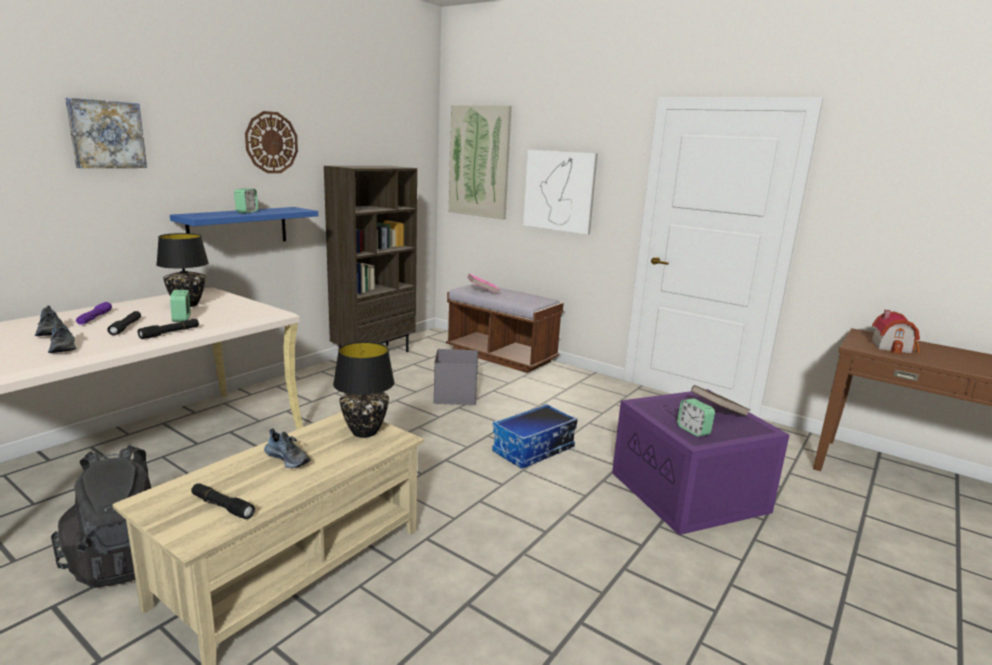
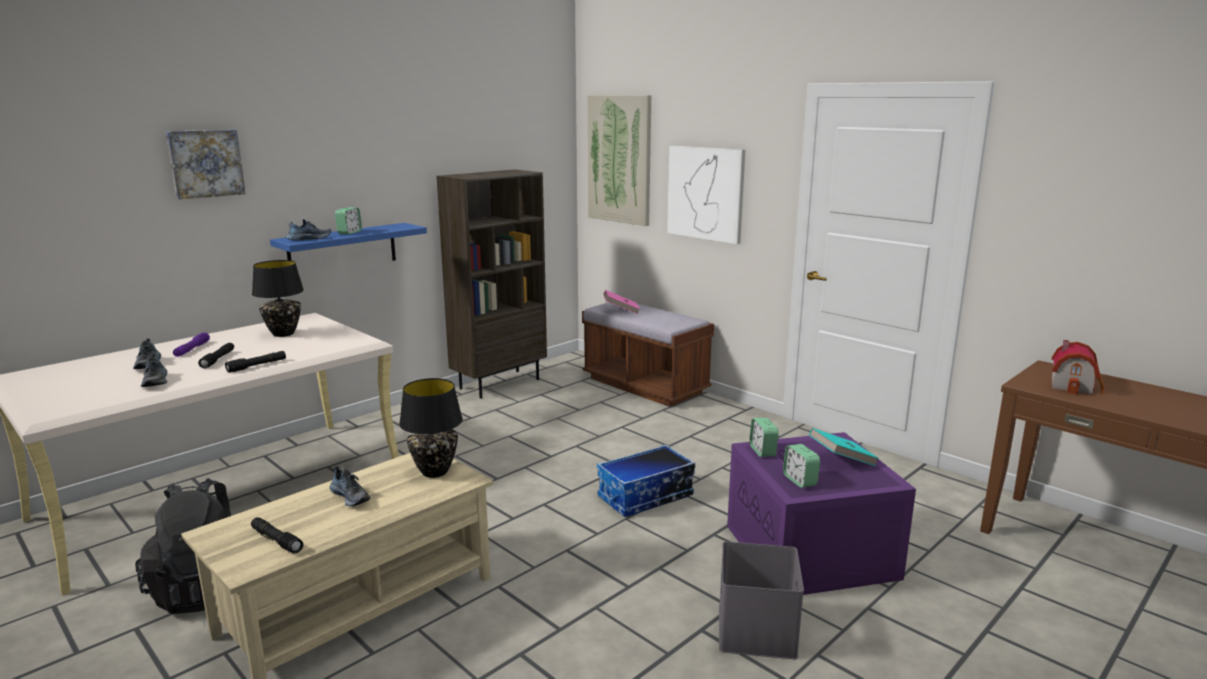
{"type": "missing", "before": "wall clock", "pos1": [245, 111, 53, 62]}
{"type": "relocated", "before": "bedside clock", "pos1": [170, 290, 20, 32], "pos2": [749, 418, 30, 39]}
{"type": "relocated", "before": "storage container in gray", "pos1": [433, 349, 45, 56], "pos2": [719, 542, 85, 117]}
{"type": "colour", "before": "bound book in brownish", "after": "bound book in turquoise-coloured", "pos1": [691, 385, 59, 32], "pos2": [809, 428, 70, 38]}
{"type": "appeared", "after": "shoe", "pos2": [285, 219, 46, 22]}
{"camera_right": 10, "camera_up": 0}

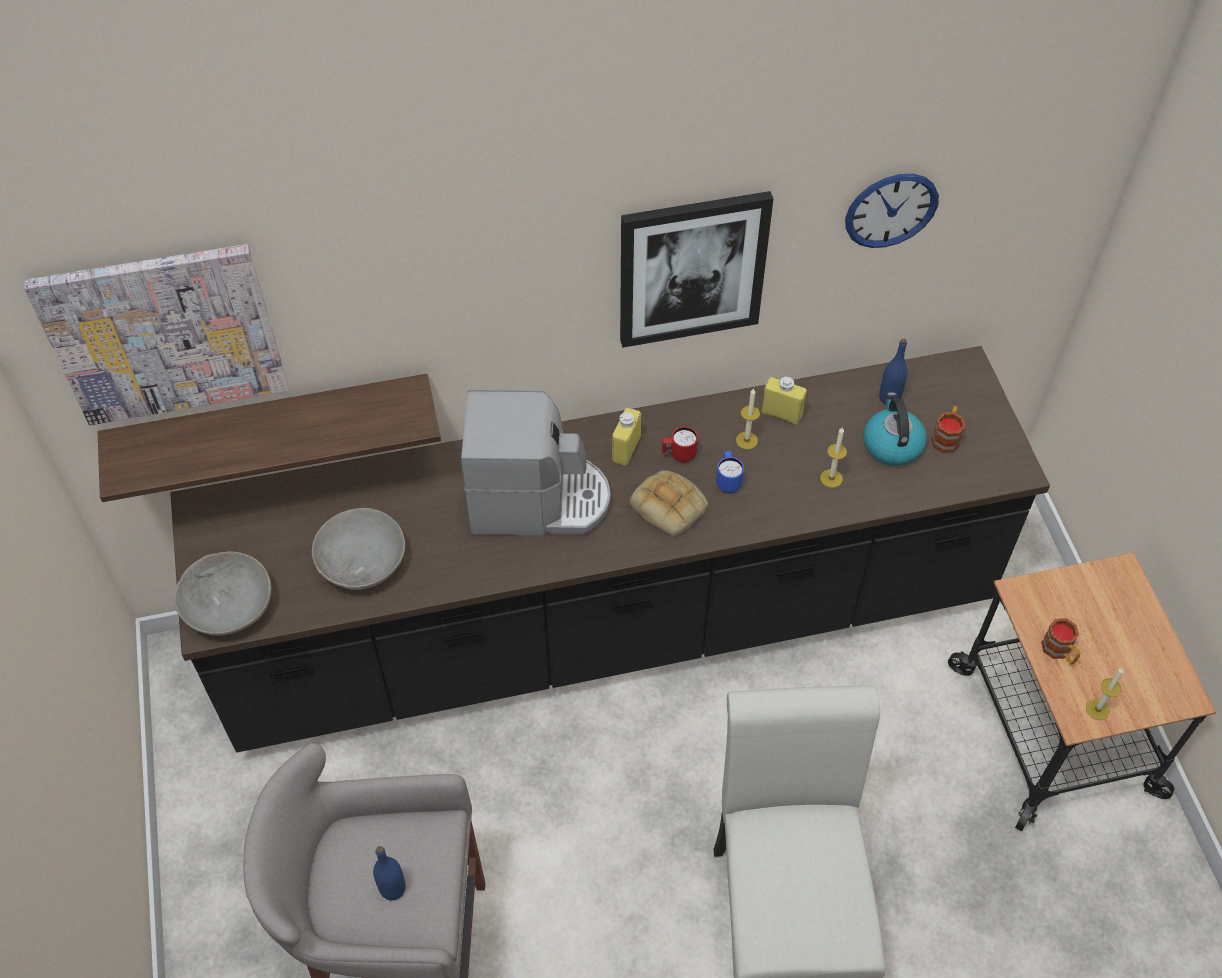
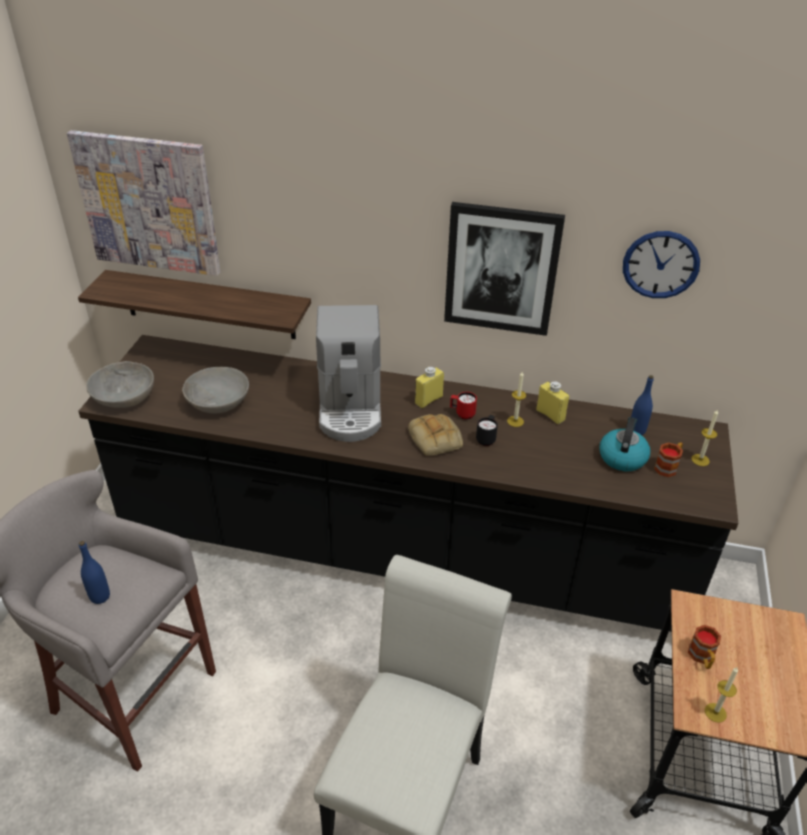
{"type": "spun", "before": "coffee maker", "pos1": [461, 390, 150, 145], "pos2": [316, 305, 65, 137], "turn": 60}
{"type": "relocated", "before": "wax light", "pos1": [820, 428, 27, 60], "pos2": [691, 410, 27, 56]}
{"type": "colour", "before": "mug in bluish", "after": "mug in blackish", "pos1": [716, 451, 28, 42], "pos2": [476, 415, 22, 31]}
{"camera_right": 25, "camera_up": -15}

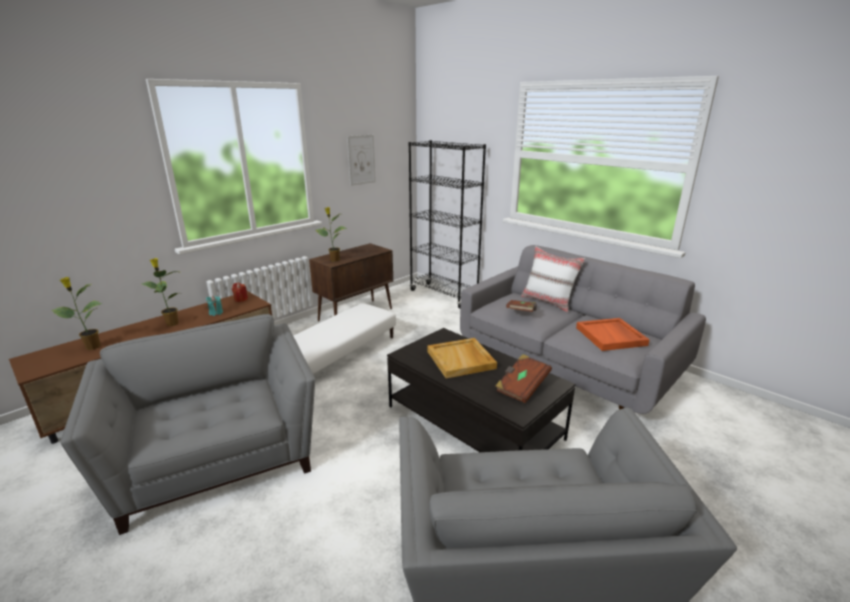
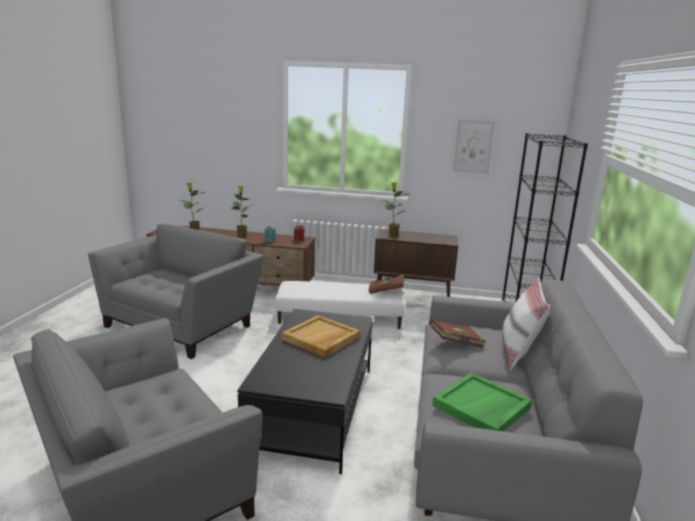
{"type": "colour", "before": "tray in orangey", "after": "tray in green", "pos1": [576, 318, 74, 33], "pos2": [432, 373, 100, 58]}
{"type": "relocated", "before": "bound book in brownish", "pos1": [495, 354, 57, 49], "pos2": [369, 275, 35, 19]}
{"camera_right": 55, "camera_up": -5}

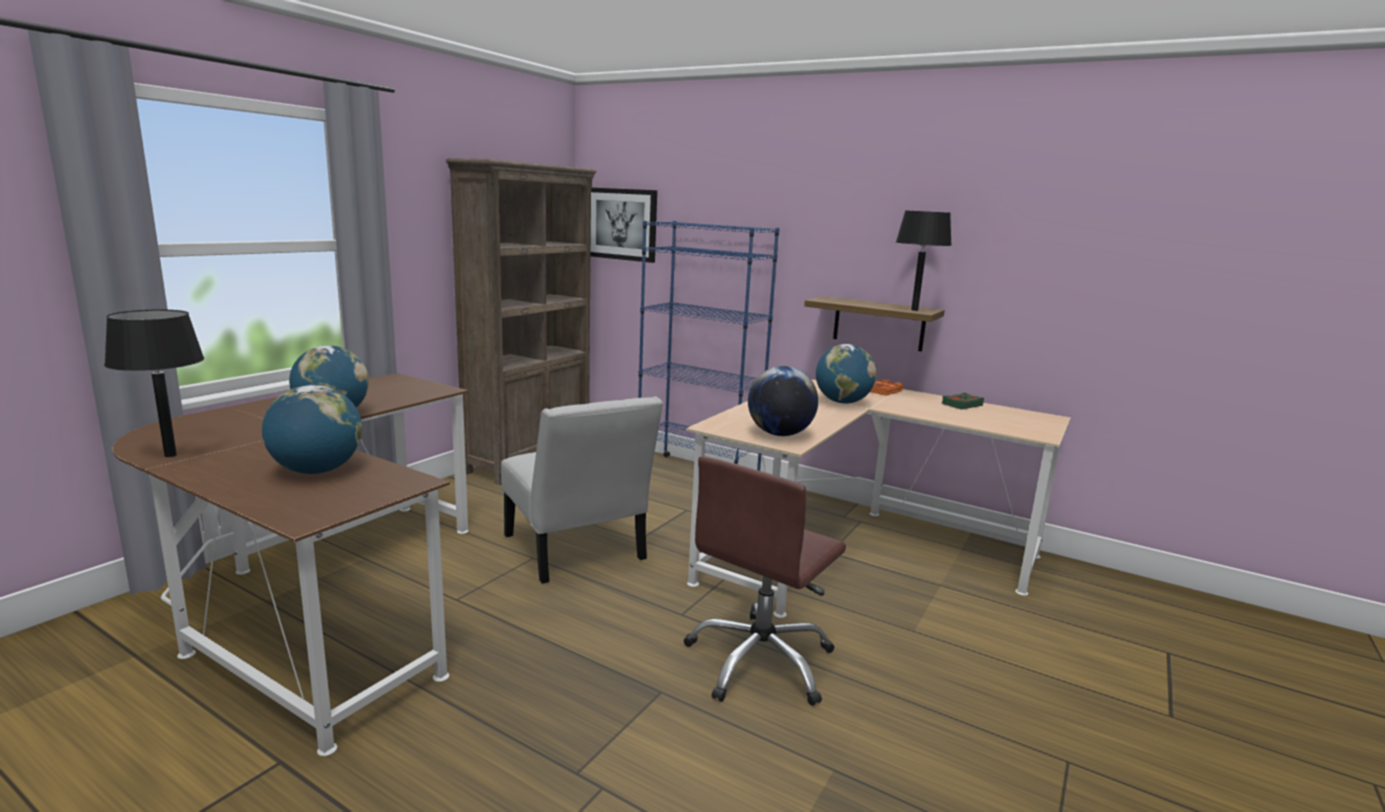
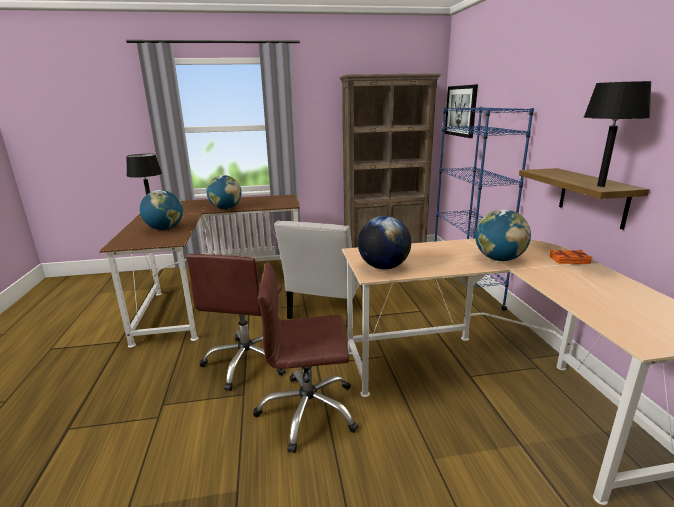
{"type": "missing", "before": "bound book in green", "pos1": [942, 393, 42, 17]}
{"type": "appeared", "after": "desk chair in brownish", "pos2": [186, 254, 100, 137]}
{"camera_right": 50, "camera_up": 5}

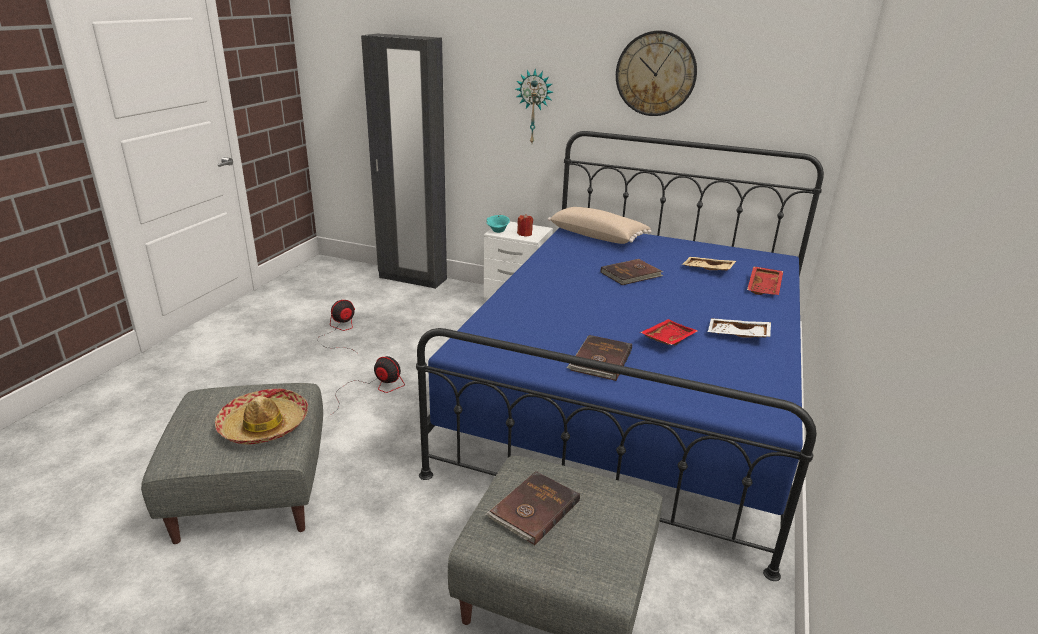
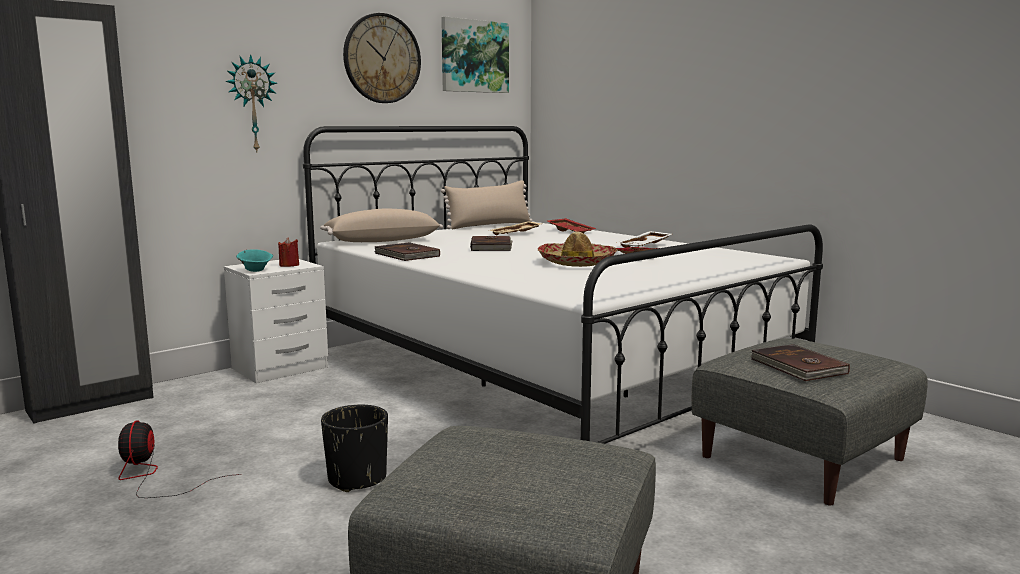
{"type": "colour", "before": "bed in bluish", "after": "bed in whitish", "pos1": [416, 131, 408, 450], "pos2": [303, 126, 520, 318]}
{"type": "relocated", "before": "bound book in brownish", "pos1": [566, 335, 66, 46], "pos2": [374, 242, 66, 19]}
{"type": "exchanged", "before": "electric fan", "after": "flower pot in blackish", "pos1": [331, 356, 74, 59], "pos2": [321, 405, 67, 87]}
{"type": "relocated", "before": "hat", "pos1": [215, 389, 93, 55], "pos2": [538, 232, 79, 35]}
{"type": "appeared", "after": "wall picture", "pos2": [441, 16, 68, 77]}
{"type": "appeared", "after": "cushion in sand-coloured", "pos2": [441, 180, 91, 49]}
{"camera_right": -60, "camera_up": -15}

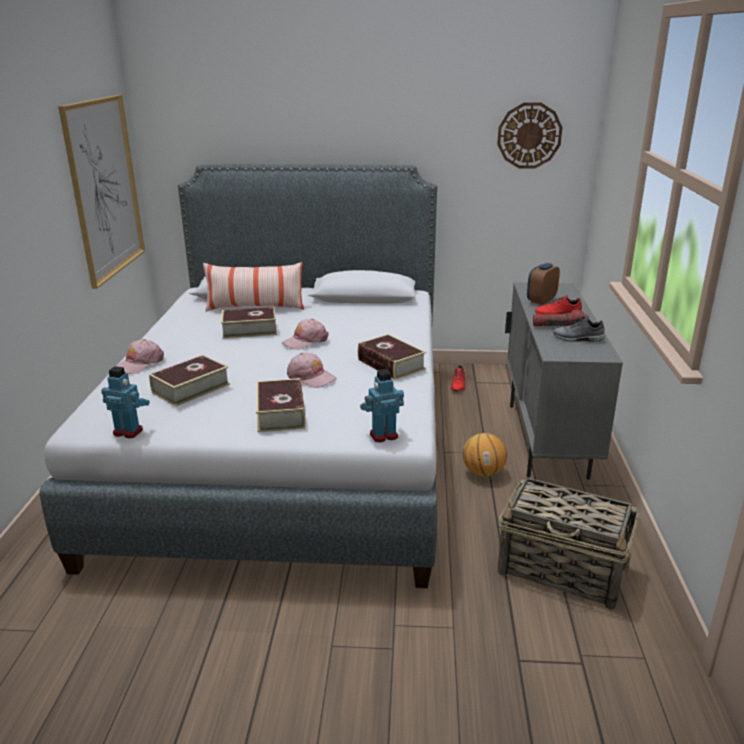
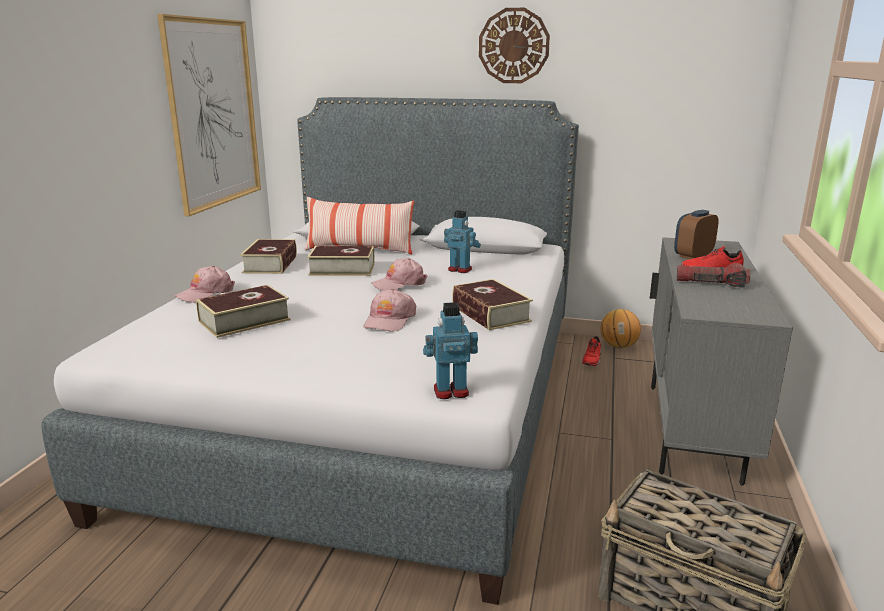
{"type": "relocated", "before": "wall clock", "pos1": [497, 103, 65, 65], "pos2": [479, 8, 71, 75]}
{"type": "missing", "before": "shoe in gray", "pos1": [553, 317, 52, 25]}
{"type": "spun", "before": "peaked cap in pinkish", "pos1": [287, 353, 50, 35], "pos2": [363, 289, 53, 43], "turn": 60}
{"type": "relocated", "before": "model robot", "pos1": [101, 366, 49, 72], "pos2": [444, 210, 37, 63]}
{"type": "relocated", "before": "bound book", "pos1": [256, 378, 50, 54], "pos2": [240, 239, 57, 35]}
{"type": "relocated", "before": "ball for basketball", "pos1": [463, 433, 44, 44], "pos2": [600, 309, 41, 39]}
{"camera_right": 10, "camera_up": -5}

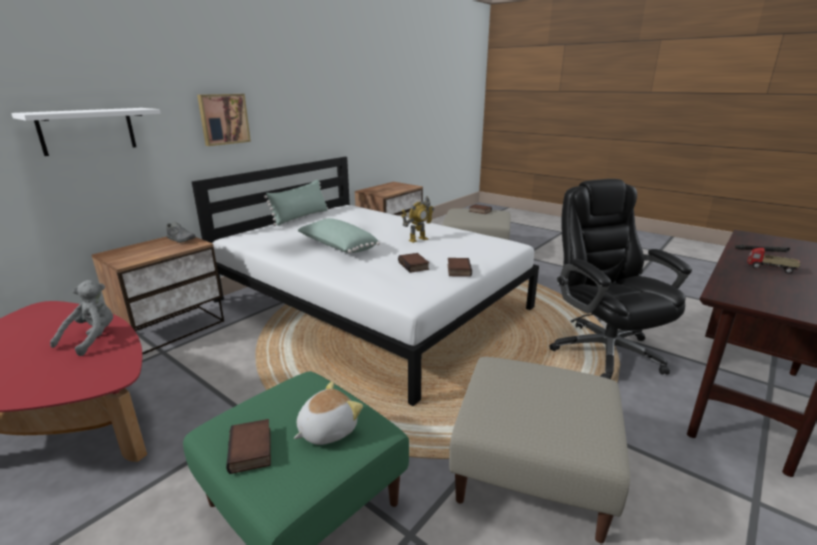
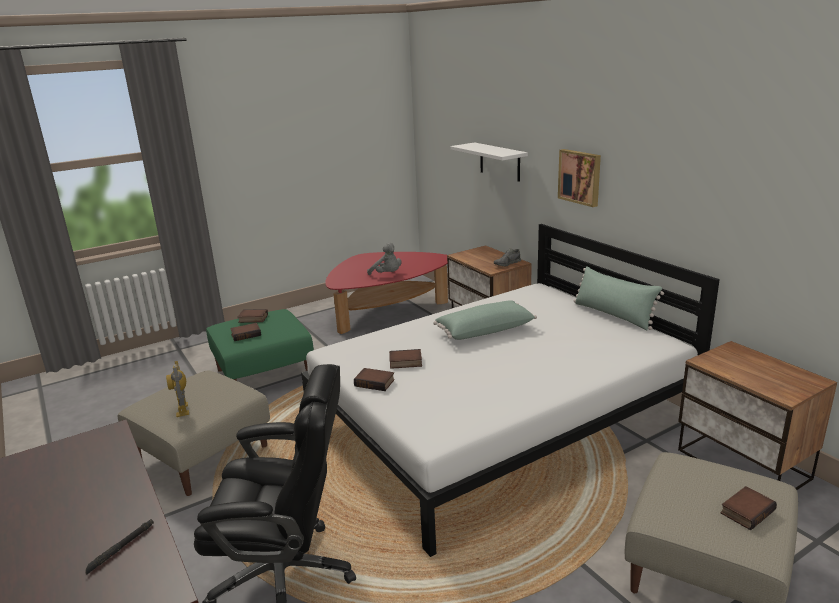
{"type": "relocated", "before": "model robot", "pos1": [401, 196, 33, 47], "pos2": [166, 361, 23, 56]}
{"type": "missing", "before": "toy truck", "pos1": [747, 248, 54, 26]}
{"type": "exchanged", "before": "plush toy", "after": "bound book", "pos1": [294, 381, 69, 64], "pos2": [230, 323, 31, 18]}
{"camera_right": 110, "camera_up": 0}

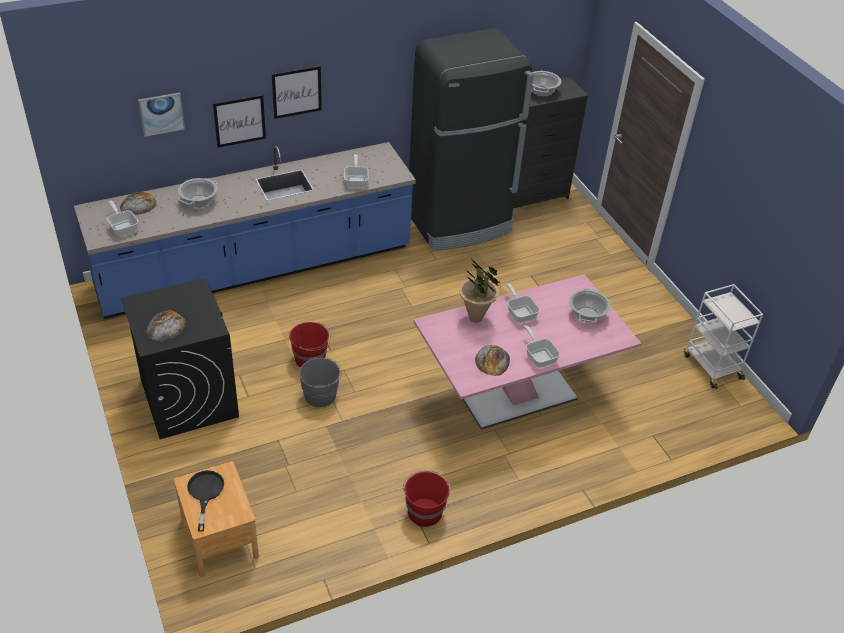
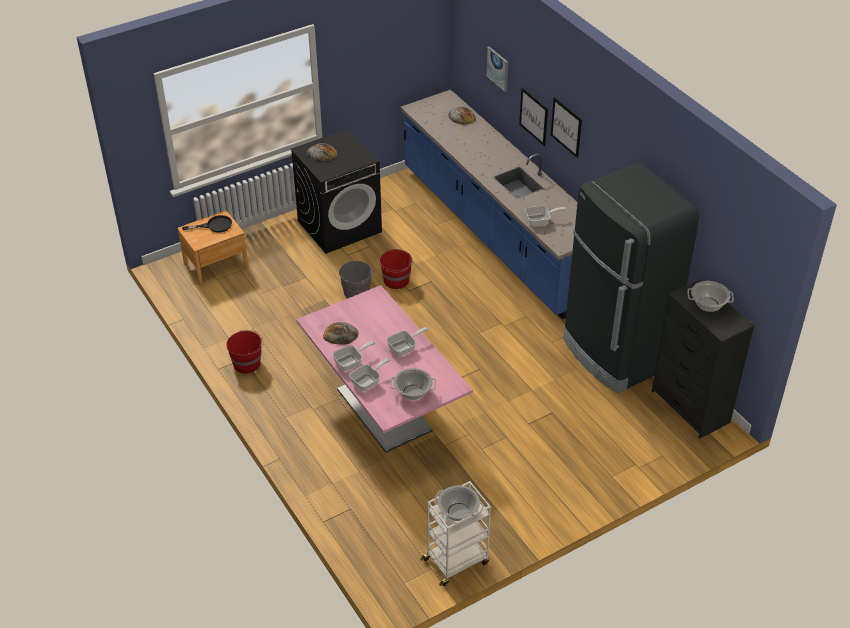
{"type": "relocated", "before": "saucepot", "pos1": [178, 178, 39, 30], "pos2": [434, 485, 50, 36]}
{"type": "relocated", "before": "pan", "pos1": [107, 200, 31, 36], "pos2": [349, 358, 42, 33]}
{"type": "missing", "before": "plant in a pot", "pos1": [459, 260, 41, 63]}
{"camera_right": 85, "camera_up": 0}

